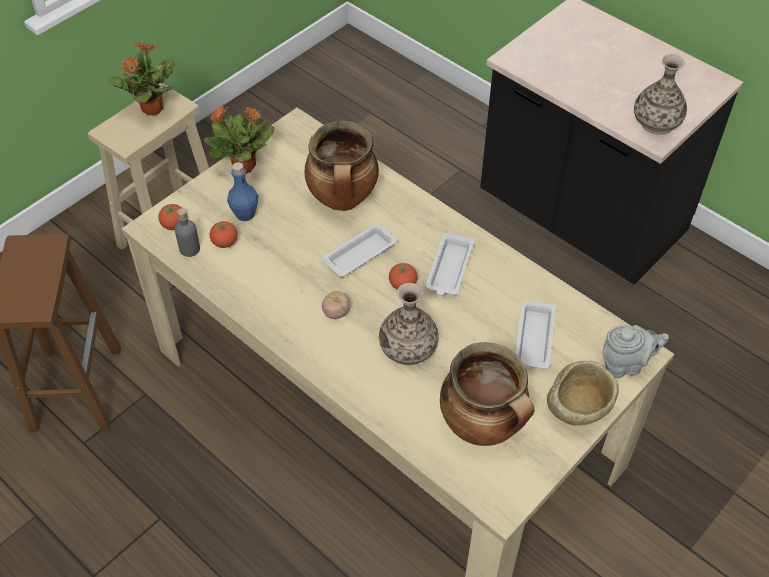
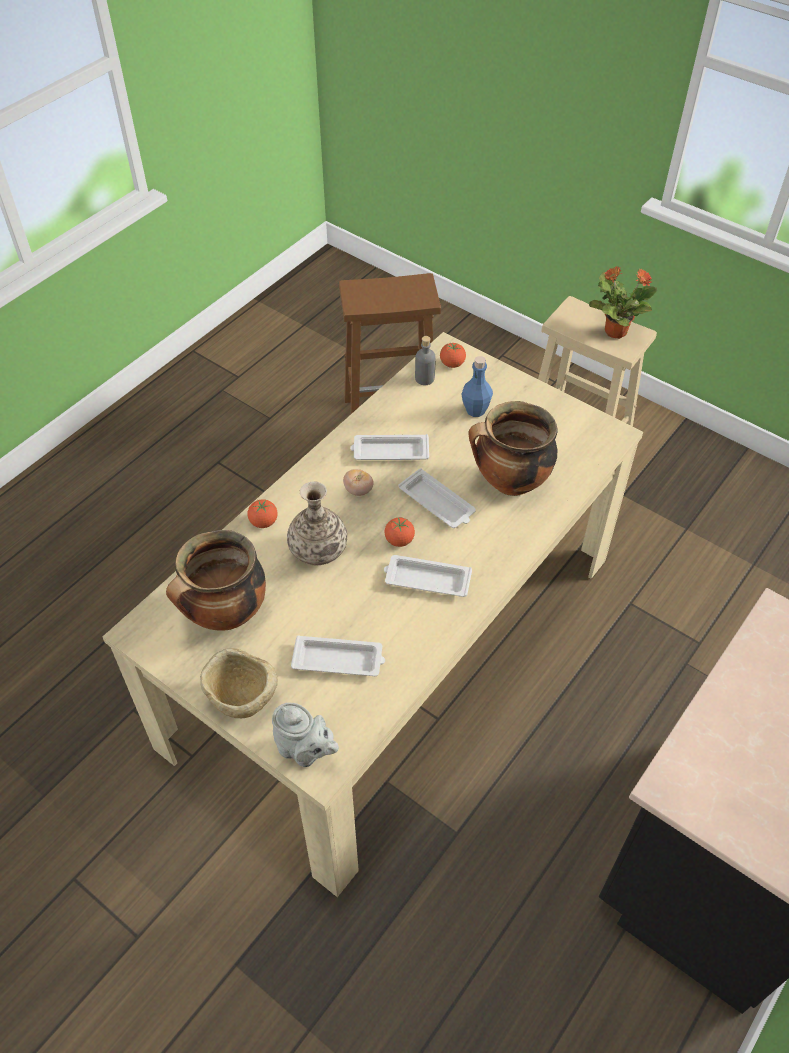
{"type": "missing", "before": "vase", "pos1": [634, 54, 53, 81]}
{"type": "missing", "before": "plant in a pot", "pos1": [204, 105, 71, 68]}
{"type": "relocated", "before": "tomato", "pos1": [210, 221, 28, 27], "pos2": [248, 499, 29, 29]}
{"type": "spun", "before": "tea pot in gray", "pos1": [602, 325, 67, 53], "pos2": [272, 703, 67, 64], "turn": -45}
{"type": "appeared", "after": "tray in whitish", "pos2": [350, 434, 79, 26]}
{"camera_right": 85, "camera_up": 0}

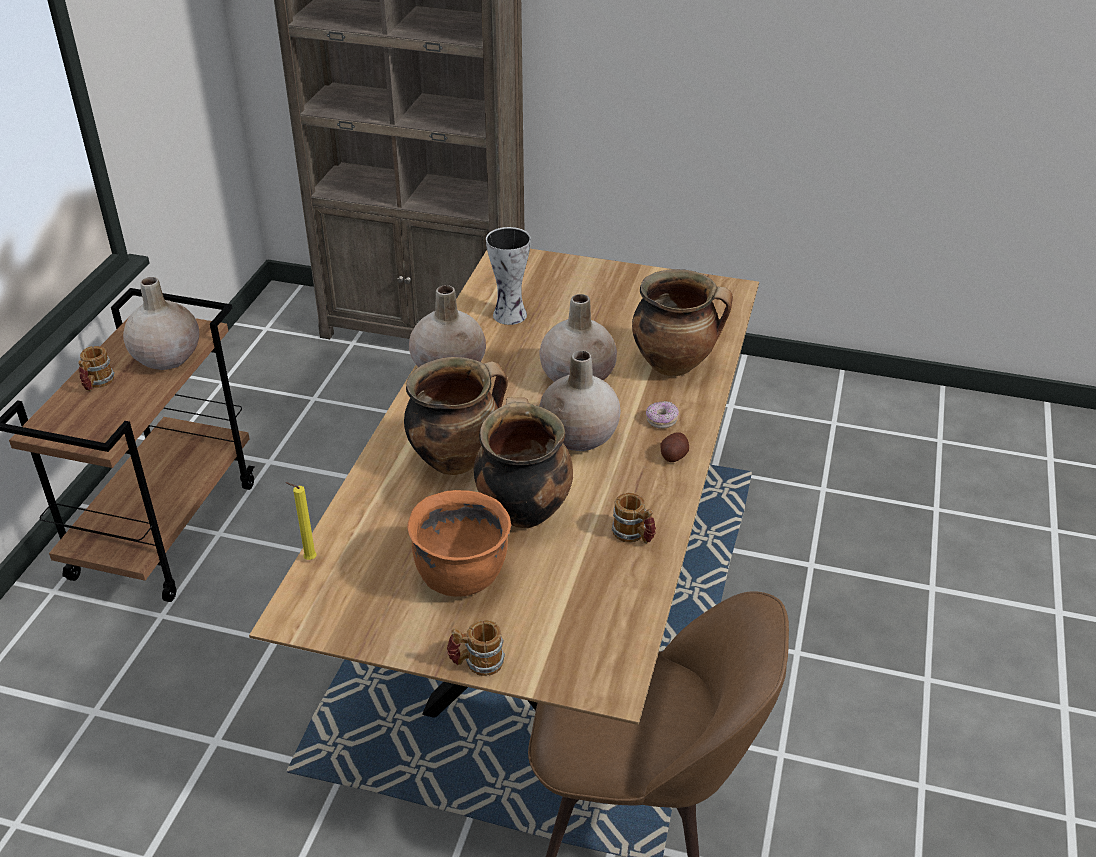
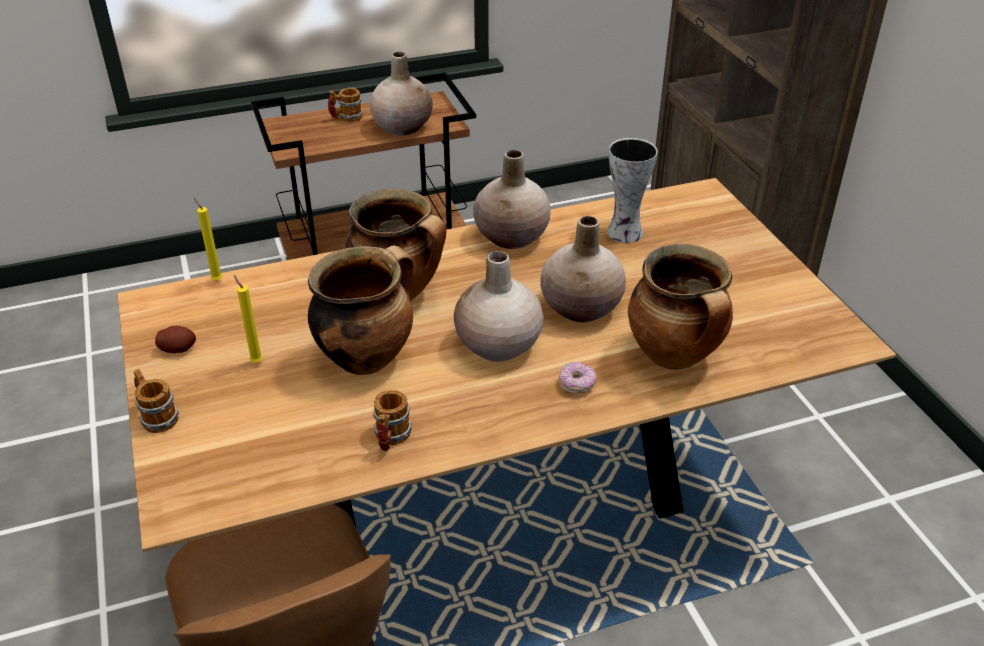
{"type": "relocated", "before": "spud", "pos1": [660, 432, 29, 30], "pos2": [155, 326, 41, 27]}
{"type": "exchanged", "before": "saucepot in orangey", "after": "wax light in yellow-coloured", "pos1": [407, 490, 104, 107], "pos2": [234, 275, 29, 88]}
{"camera_right": 55, "camera_up": 0}

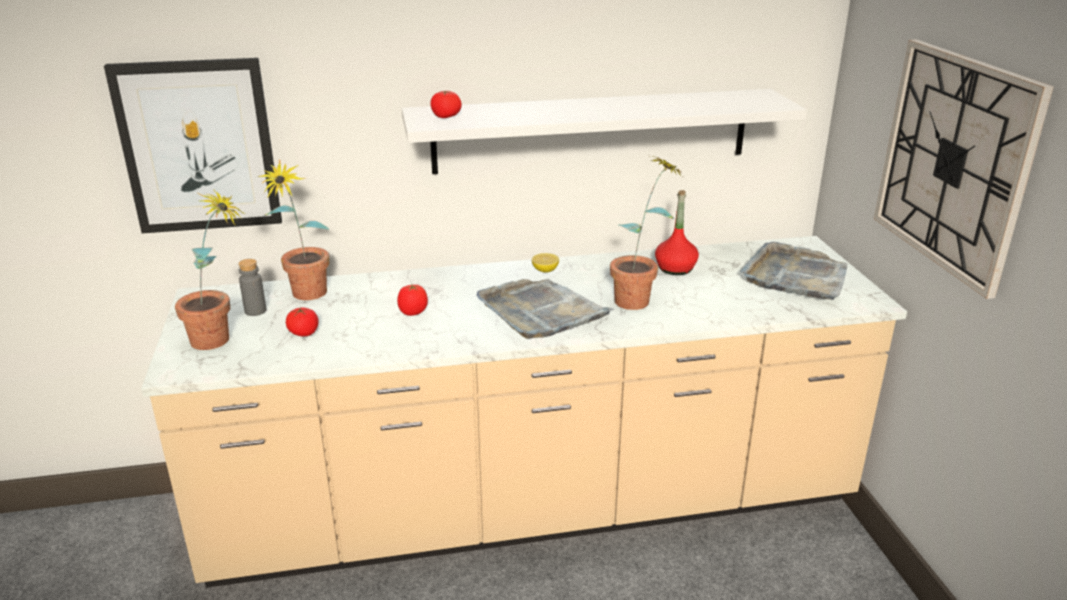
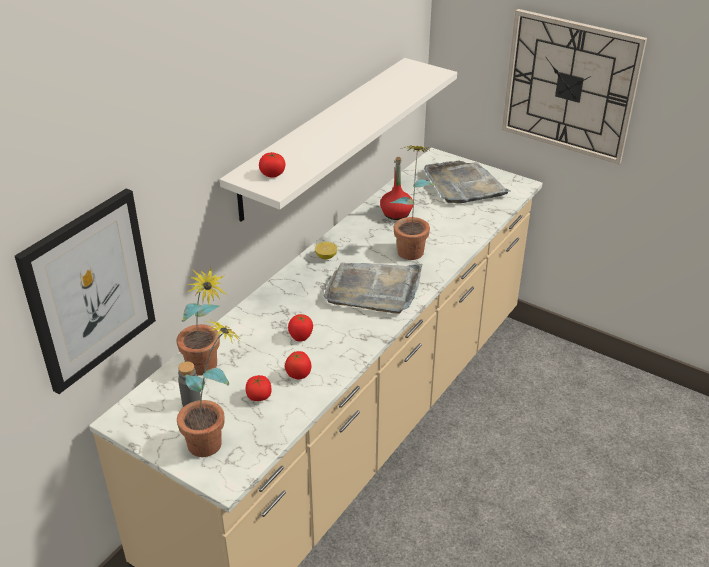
{"type": "appeared", "after": "tomato", "pos2": [285, 351, 26, 28]}
{"camera_right": -45, "camera_up": 10}

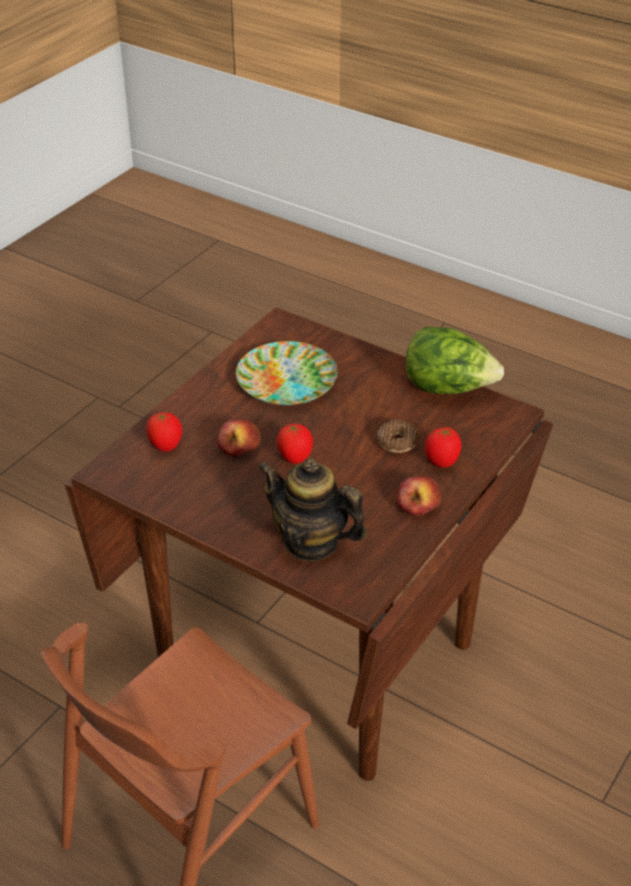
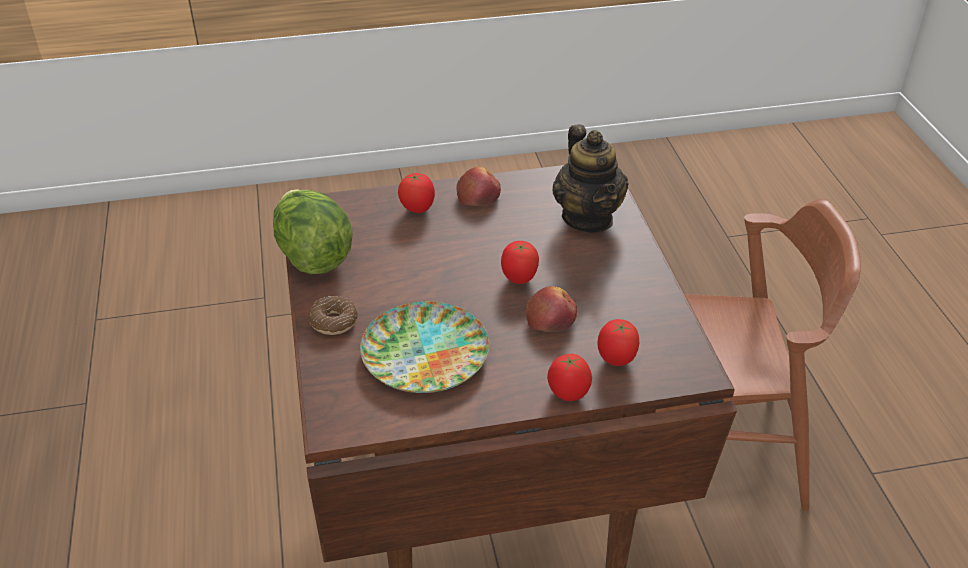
{"type": "relocated", "before": "doughnut", "pos1": [376, 420, 43, 33], "pos2": [308, 296, 50, 39]}
{"type": "appeared", "after": "tomato", "pos2": [547, 354, 45, 47]}
{"camera_right": -135, "camera_up": 0}

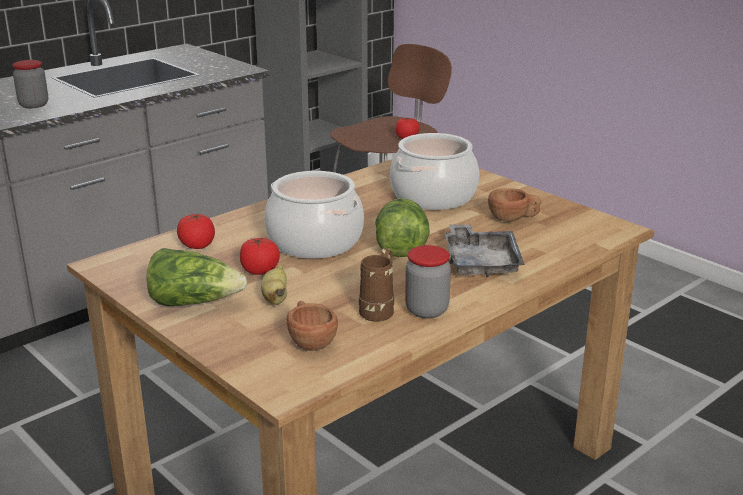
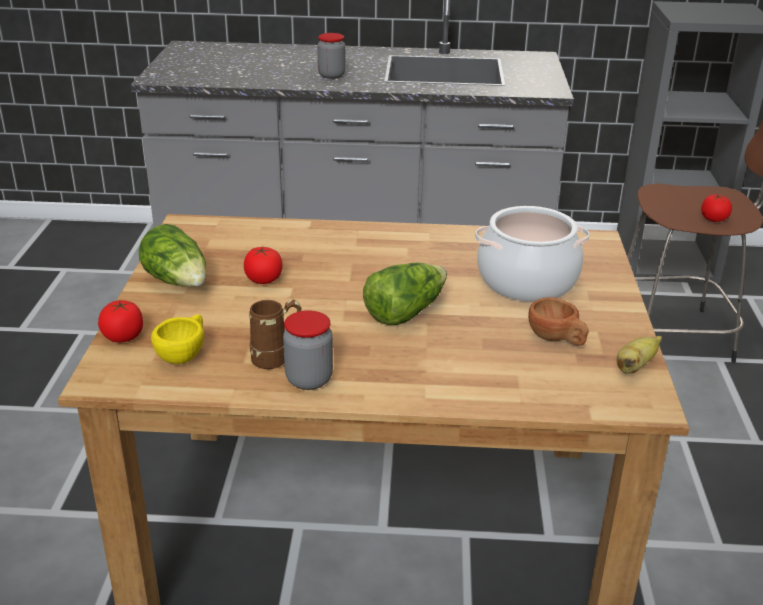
{"type": "missing", "before": "saucepot", "pos1": [264, 171, 100, 87]}
{"type": "relocated", "before": "tomato", "pos1": [177, 213, 38, 36], "pos2": [98, 300, 45, 43]}
{"type": "missing", "before": "tray in gray", "pos1": [445, 224, 80, 53]}
{"type": "relocated", "before": "banana fruit", "pos1": [261, 265, 26, 40], "pos2": [617, 336, 45, 38]}
{"type": "colour", "before": "drinking cup in brownish", "after": "drinking cup in yellow-coloured", "pos1": [286, 301, 52, 50], "pos2": [151, 314, 53, 50]}
{"camera_right": 45, "camera_up": 5}

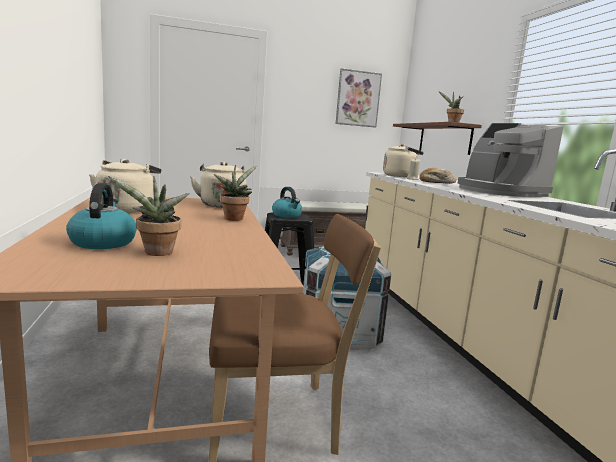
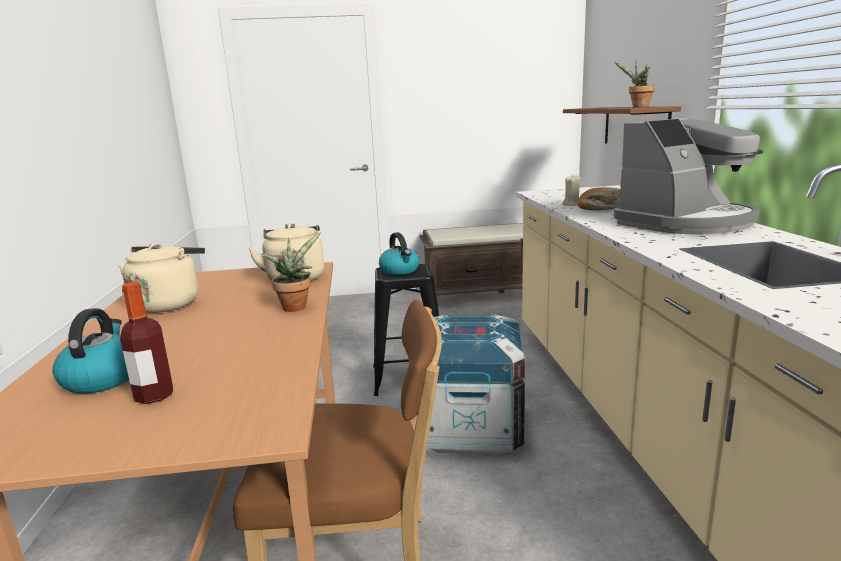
{"type": "missing", "before": "wall picture", "pos1": [336, 68, 46, 59]}
{"type": "spun", "before": "coffee maker", "pos1": [458, 123, 106, 74], "pos2": [614, 118, 149, 117], "turn": -105}
{"type": "missing", "before": "water kettle in sand-coloured", "pos1": [383, 144, 41, 33]}
{"type": "exchanged", "before": "plant in a pot", "after": "beverage bottle", "pos1": [108, 176, 81, 80], "pos2": [120, 282, 53, 122]}
{"camera_right": 10, "camera_up": 5}

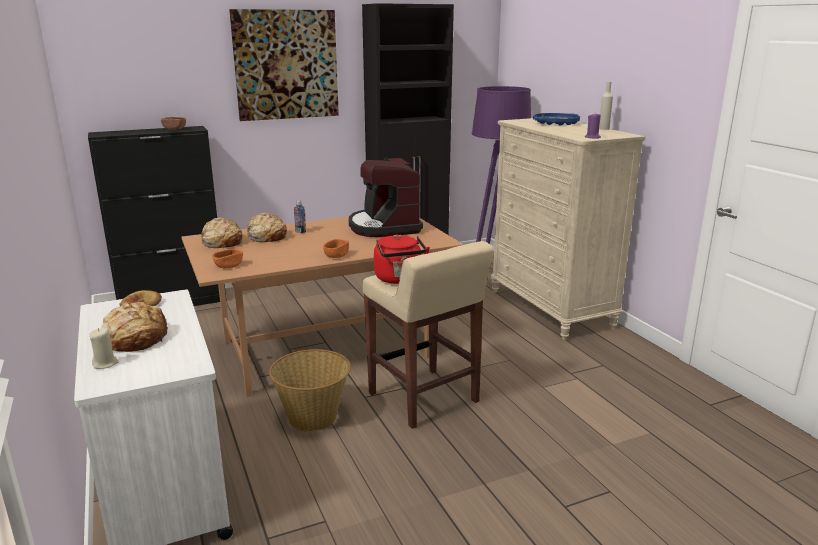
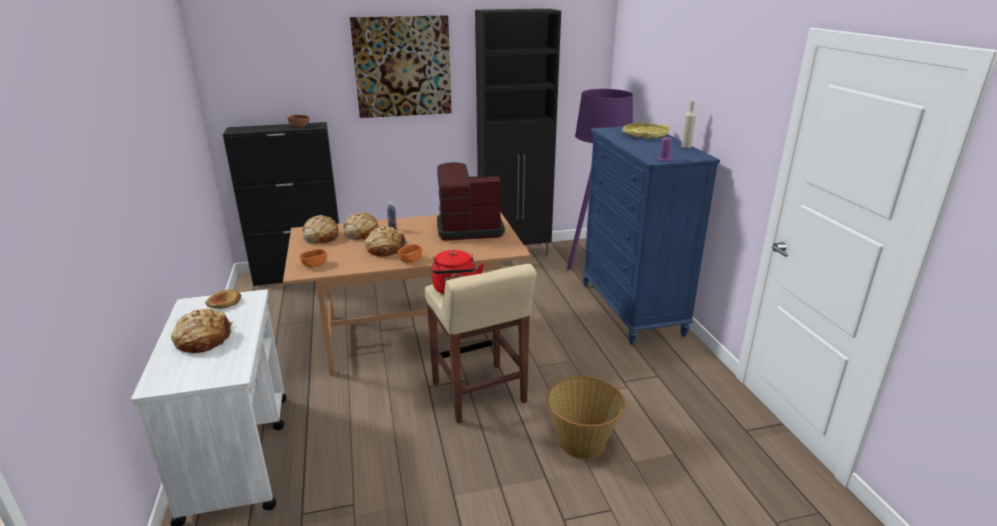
{"type": "colour", "before": "tray in bluish", "after": "tray in yellow-coloured", "pos1": [533, 113, 47, 13], "pos2": [622, 123, 47, 16]}
{"type": "colour", "before": "drawer chest in sand-coloured", "after": "drawer chest in bluish", "pos1": [491, 118, 155, 222], "pos2": [582, 126, 138, 218]}
{"type": "spun", "before": "coffee maker", "pos1": [349, 158, 74, 79], "pos2": [437, 162, 68, 79], "turn": 90}
{"type": "missing", "before": "wax light in sand-coloured", "pos1": [89, 328, 30, 41]}
{"type": "relocated", "before": "basket", "pos1": [269, 349, 82, 83], "pos2": [547, 376, 78, 83]}
{"type": "appeared", "after": "baked bread", "pos2": [365, 226, 44, 31]}
{"camera_right": 10, "camera_up": 5}

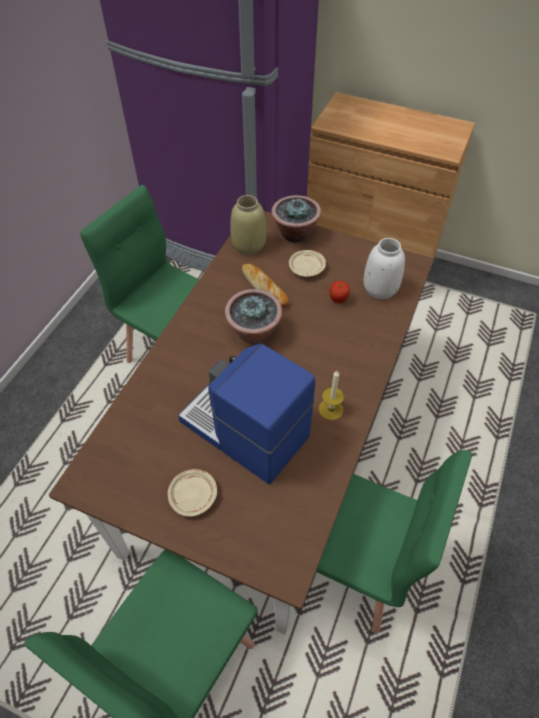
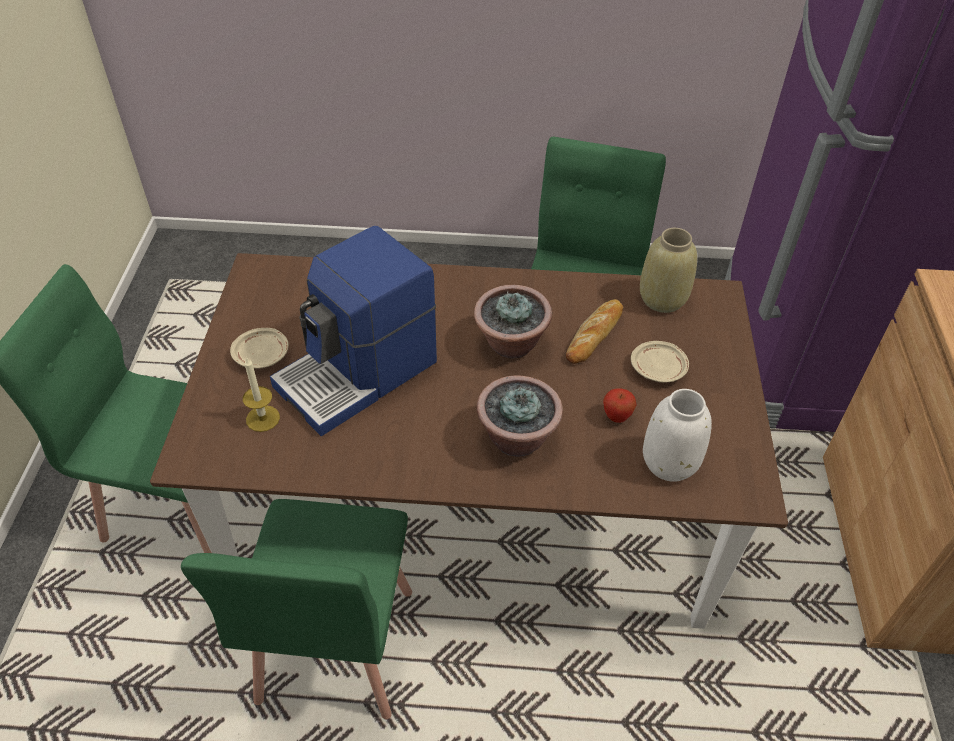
{"type": "relocated", "before": "plant in a pot", "pos1": [271, 195, 50, 48], "pos2": [477, 375, 86, 82]}
{"type": "spun", "before": "coffee maker", "pos1": [178, 344, 137, 140], "pos2": [270, 226, 167, 210], "turn": -150}
{"type": "relocated", "before": "wax light", "pos1": [319, 371, 25, 49], "pos2": [243, 358, 37, 74]}
{"camera_right": 70, "camera_up": -5}

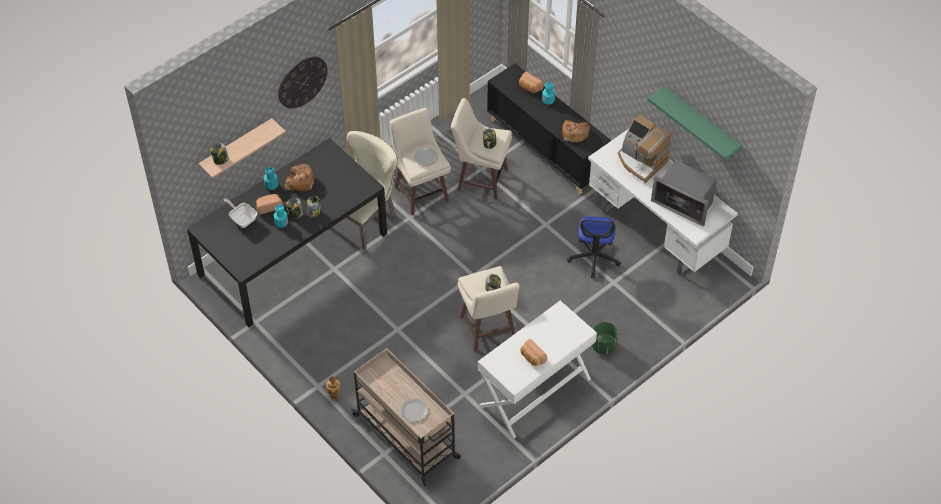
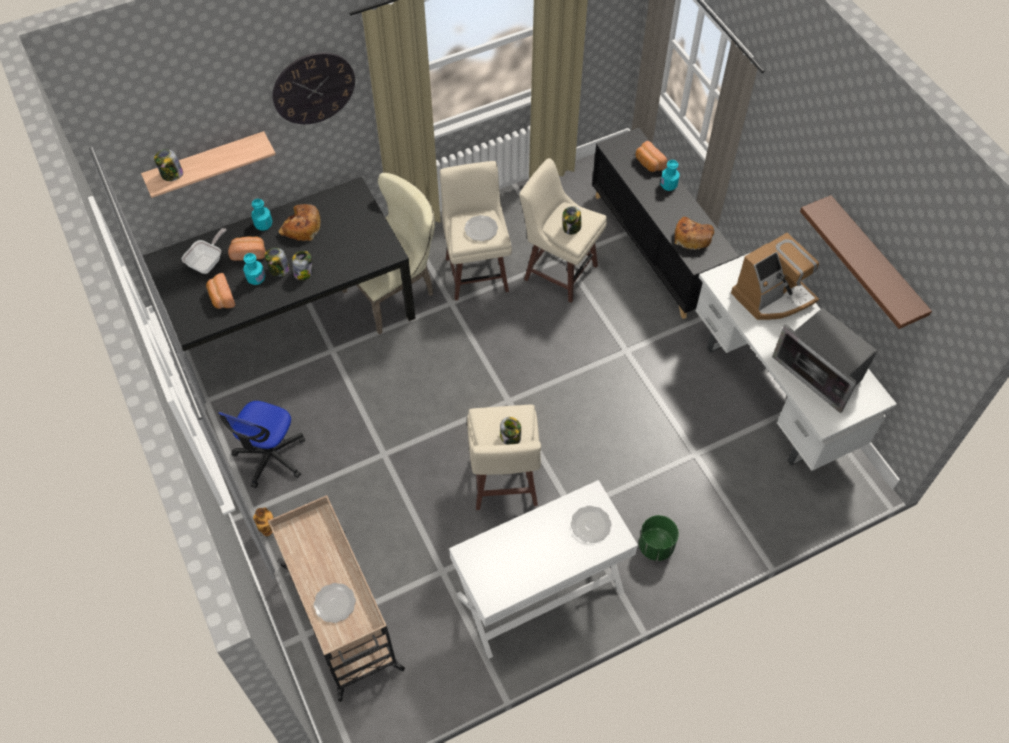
{"type": "colour", "before": "bracket shelf in green", "after": "bracket shelf in brownish", "pos1": [648, 86, 94, 74], "pos2": [800, 195, 132, 134]}
{"type": "spun", "before": "coffee maker", "pos1": [618, 115, 53, 69], "pos2": [731, 233, 88, 87], "turn": -90}
{"type": "spun", "before": "pan", "pos1": [223, 198, 35, 30], "pos2": [182, 228, 44, 46], "turn": 60}
{"type": "relocated", "before": "desk chair", "pos1": [567, 216, 54, 62], "pos2": [218, 401, 87, 87]}
{"type": "relocated", "before": "baked bread", "pos1": [520, 339, 27, 27], "pos2": [206, 273, 29, 36]}
{"type": "appeared", "after": "flat dish", "pos2": [571, 506, 40, 37]}
{"camera_right": 15, "camera_up": 5}

